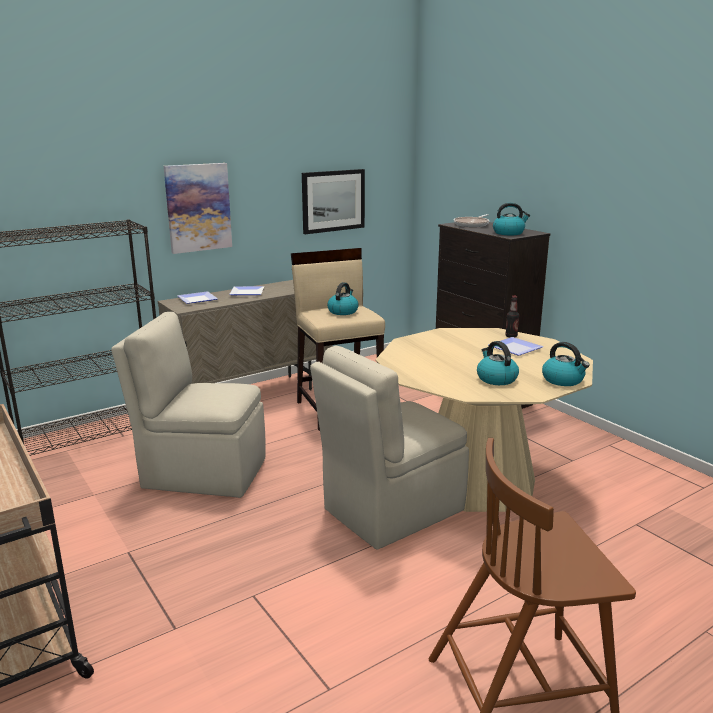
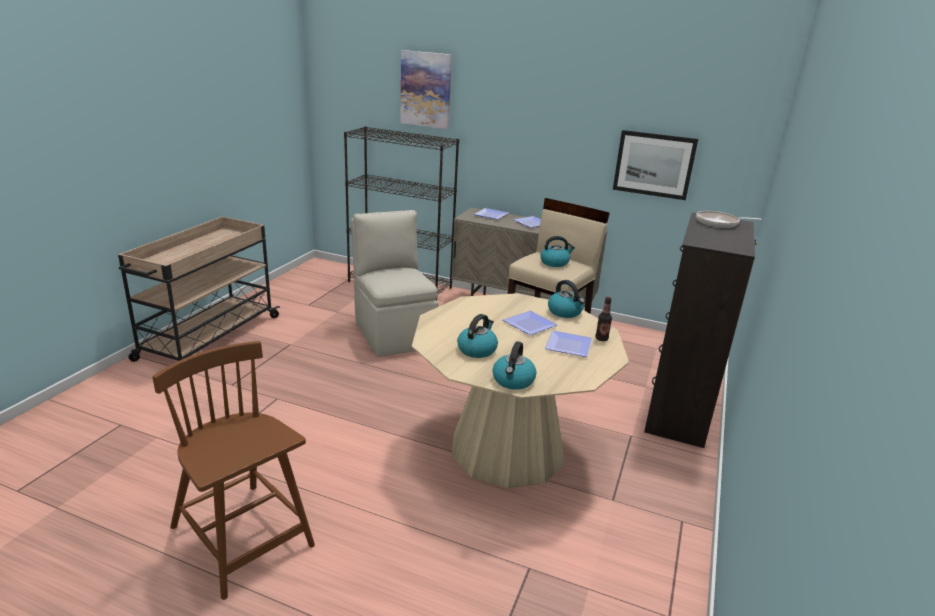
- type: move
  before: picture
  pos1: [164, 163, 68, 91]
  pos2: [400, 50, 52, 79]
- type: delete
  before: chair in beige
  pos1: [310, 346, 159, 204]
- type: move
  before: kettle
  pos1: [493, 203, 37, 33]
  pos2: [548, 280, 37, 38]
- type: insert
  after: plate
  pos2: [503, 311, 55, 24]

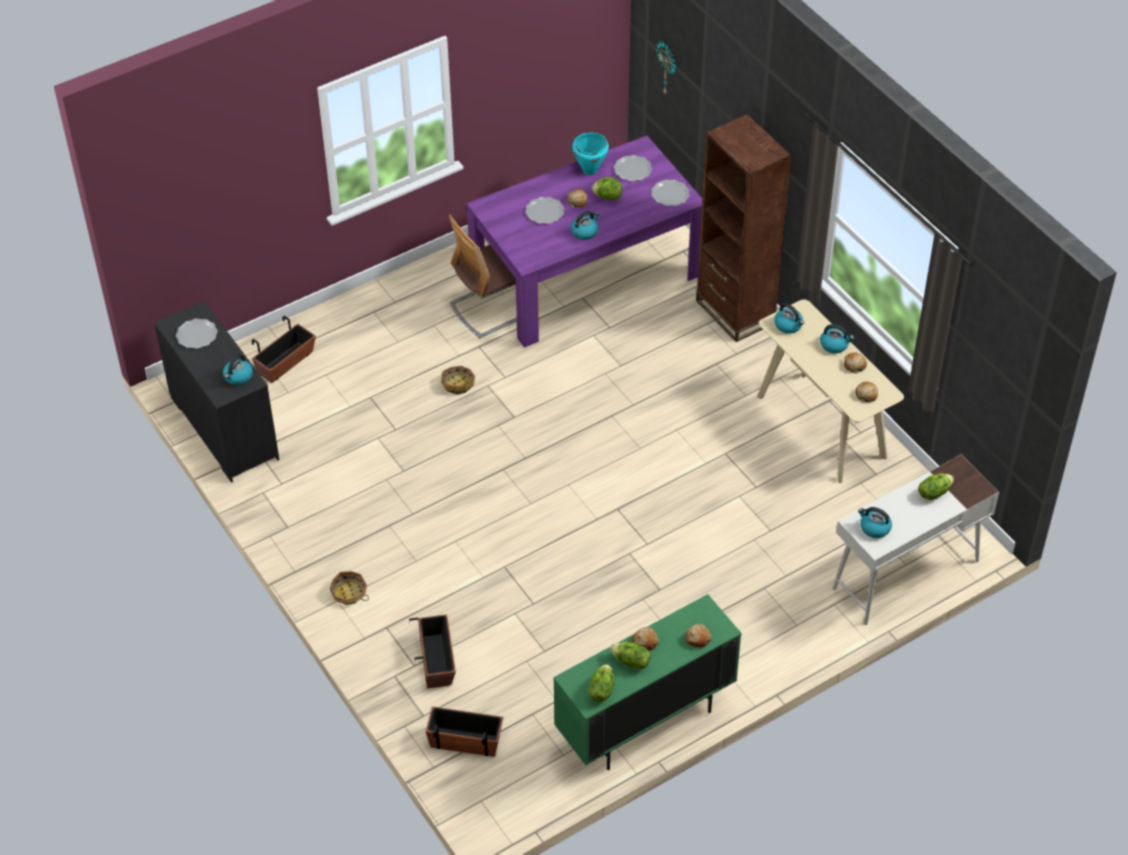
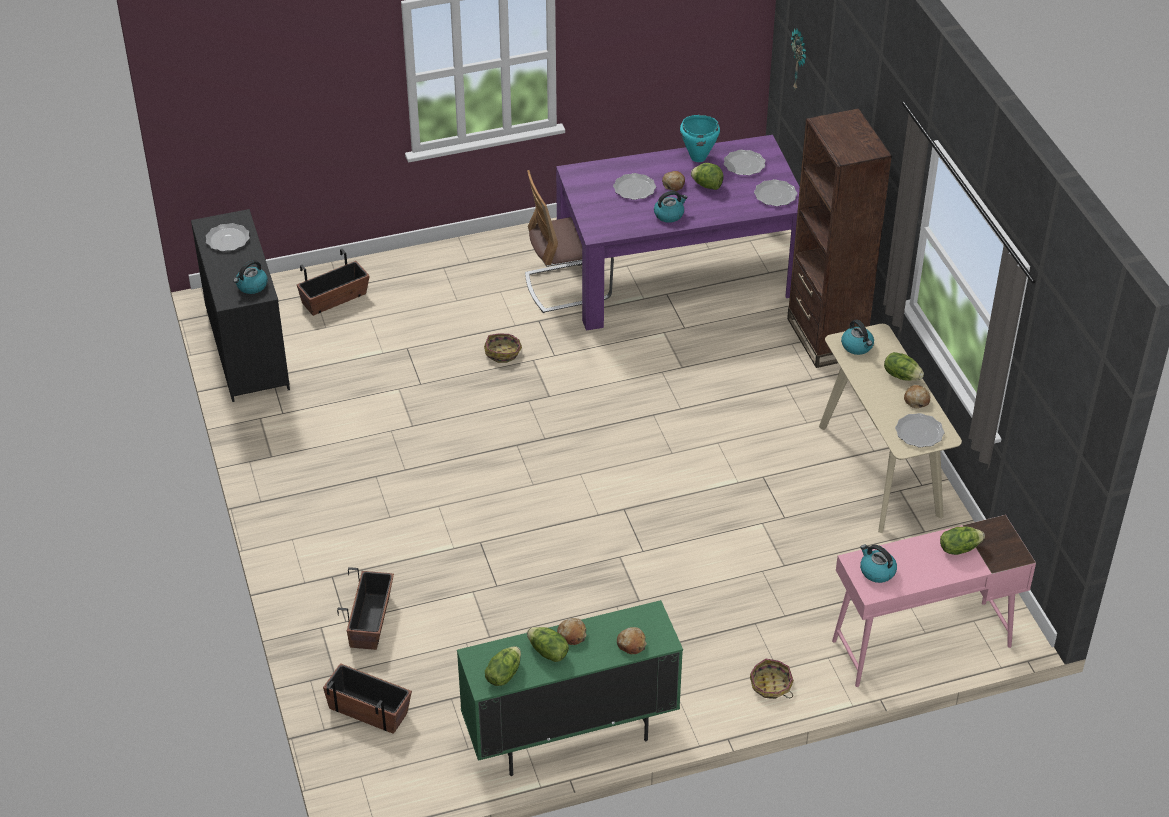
- type: move
  before: basket
  pos1: [330, 571, 39, 34]
  pos2: [750, 659, 44, 40]
- type: replace
  before: kettle
  after: lettuce
  pos1: [820, 324, 34, 29]
  pos2: [884, 352, 40, 29]
- type: recolor
  before: desk in white
  after: desk in pink
  pos1: [832, 455, 167, 170]
  pos2: [832, 515, 204, 172]
- type: replace
  before: bread
  after: plate
  pos1: [855, 381, 23, 21]
  pos2: [895, 413, 49, 35]

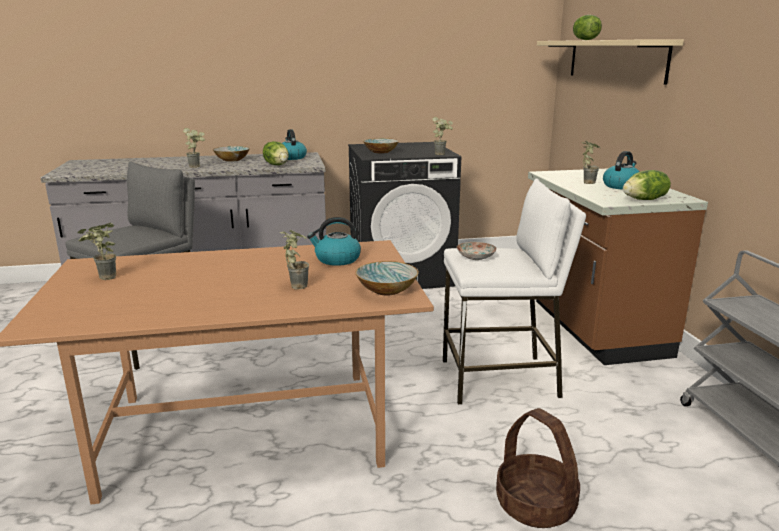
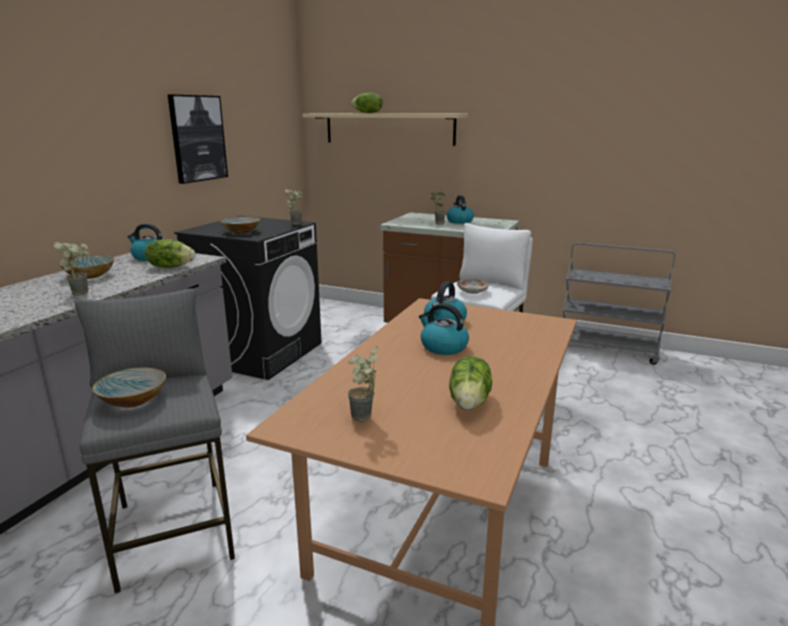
- type: delete
  before: potted plant
  pos1: [280, 230, 29, 59]
- type: move
  before: bowl
  pos1: [355, 261, 64, 35]
  pos2: [92, 367, 74, 41]
- type: delete
  before: basket
  pos1: [496, 408, 84, 120]
- type: move
  before: lettuce
  pos1: [623, 170, 48, 30]
  pos2: [449, 356, 43, 54]
- type: insert
  after: picture
  pos2: [168, 94, 60, 90]
- type: insert
  after: kettle
  pos2: [419, 303, 50, 52]

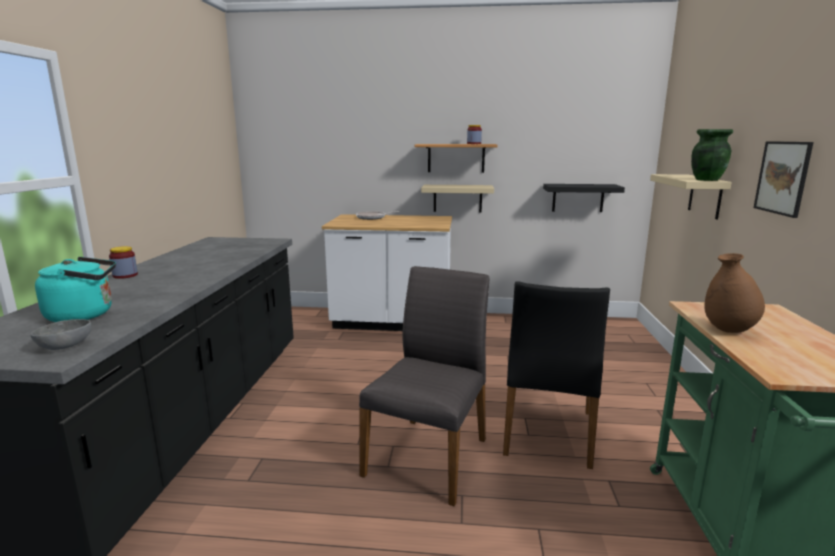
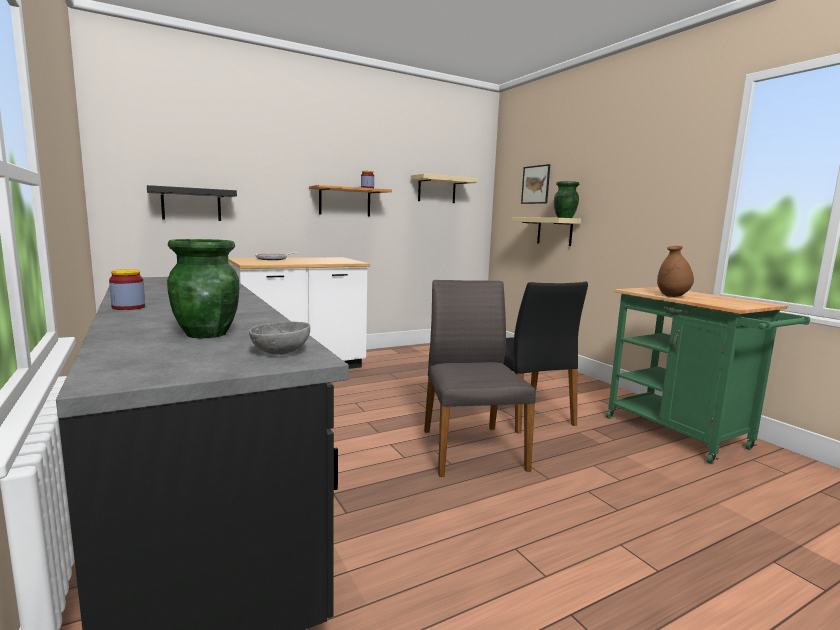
- type: replace
  before: kettle in turquoise
  after: vase in green
  pos1: [35, 257, 81, 65]
  pos2: [167, 239, 72, 99]
- type: move
  before: shelf in beige
  pos1: [421, 185, 73, 28]
  pos2: [411, 174, 66, 29]
- type: move
  before: shelf in black
  pos1: [543, 184, 82, 28]
  pos2: [147, 185, 90, 36]
- type: move
  before: picture
  pos1: [754, 141, 60, 77]
  pos2: [521, 164, 29, 40]

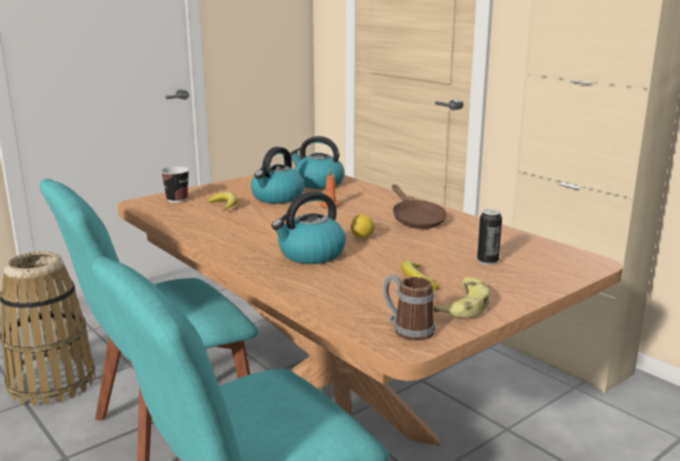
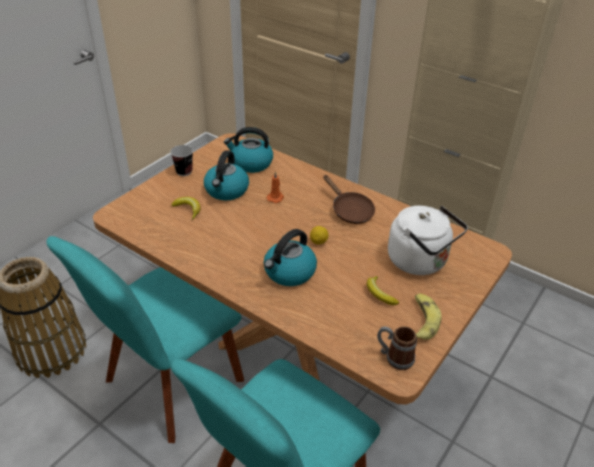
- type: move
  before: cup
  pos1: [161, 167, 28, 36]
  pos2: [170, 145, 23, 31]
- type: replace
  before: can
  after: kettle in white
  pos1: [477, 209, 25, 56]
  pos2: [388, 206, 80, 69]

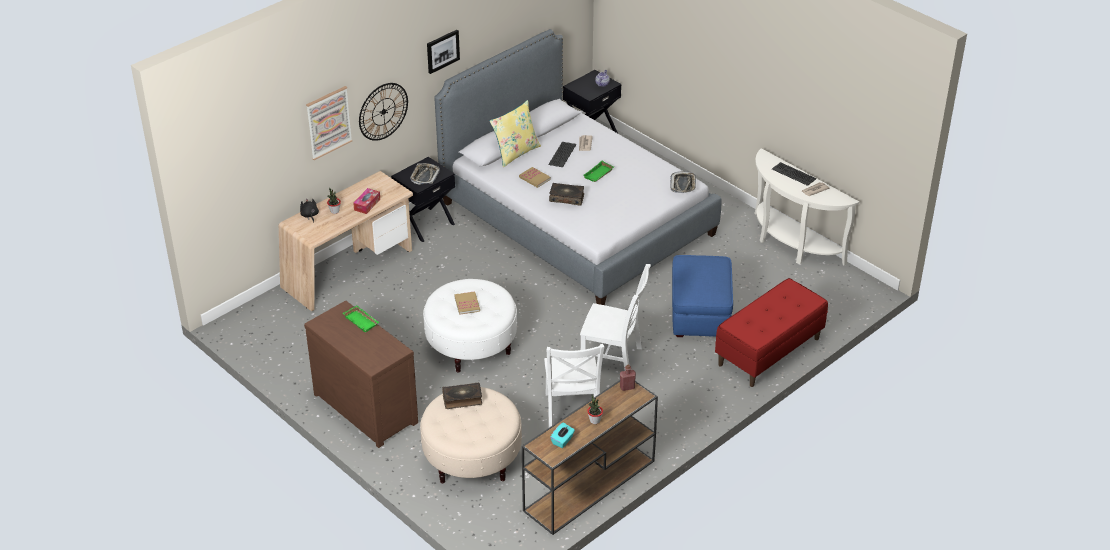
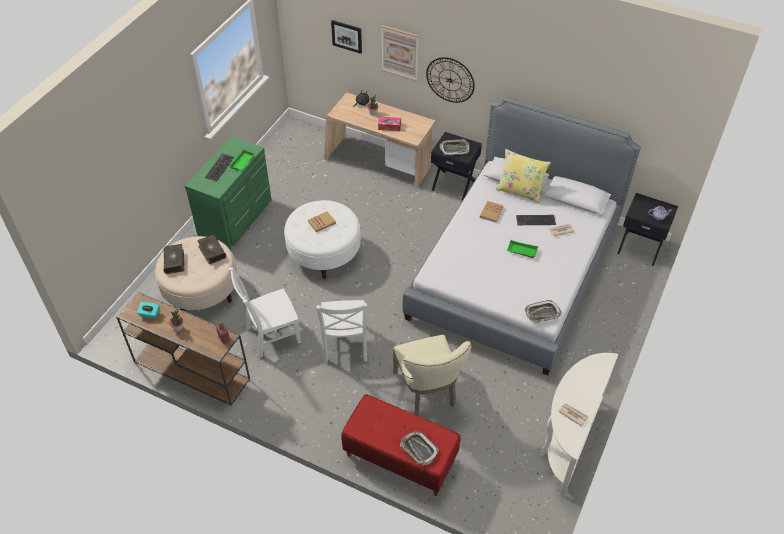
- type: recolor
  before: dresser in brown
  after: dresser in green
  pos1: [304, 300, 114, 148]
  pos2: [185, 136, 87, 114]
- type: move
  before: picture
  pos1: [427, 30, 33, 44]
  pos2: [331, 20, 31, 34]
- type: move
  before: book
  pos1: [549, 183, 35, 23]
  pos2: [164, 244, 20, 30]
- type: replace
  before: ottoman in blue
  after: chair in beige
  pos1: [672, 255, 61, 82]
  pos2: [393, 335, 78, 81]
- type: move
  before: keyboard
  pos1: [772, 162, 44, 24]
  pos2: [205, 153, 29, 28]
- type: insert
  after: tray
  pos2: [400, 431, 39, 34]

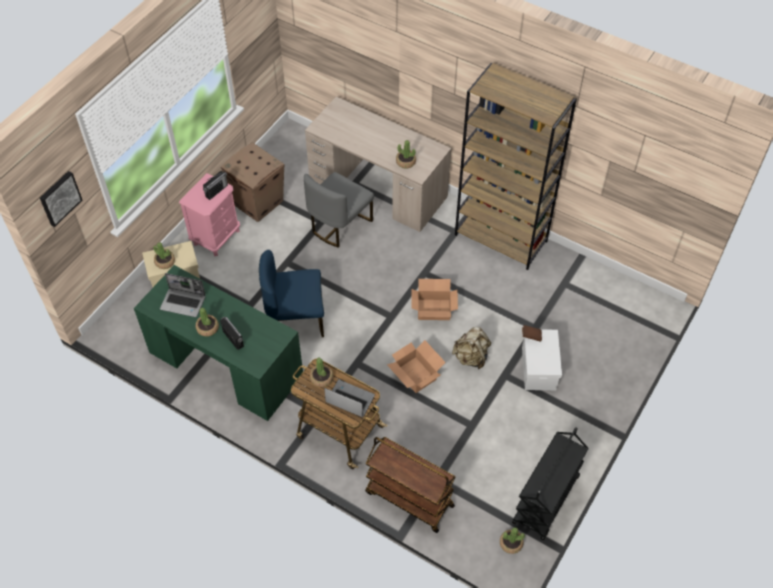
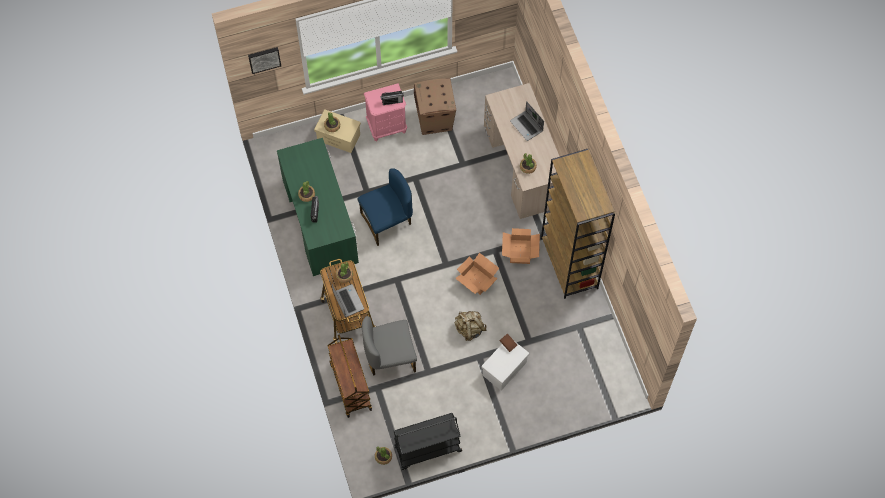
- type: move
  before: laptop
  pos1: [160, 273, 46, 44]
  pos2: [510, 101, 34, 40]
- type: rotate
  before: chair in blue
  pos1: [259, 250, 65, 87]
  pos2: [358, 168, 55, 78]
  turn: 120
- type: move
  before: chair in grey
  pos1: [304, 172, 70, 76]
  pos2: [362, 316, 55, 60]
- type: move
  before: cardboard box
  pos1: [387, 340, 59, 53]
  pos2: [502, 228, 38, 36]

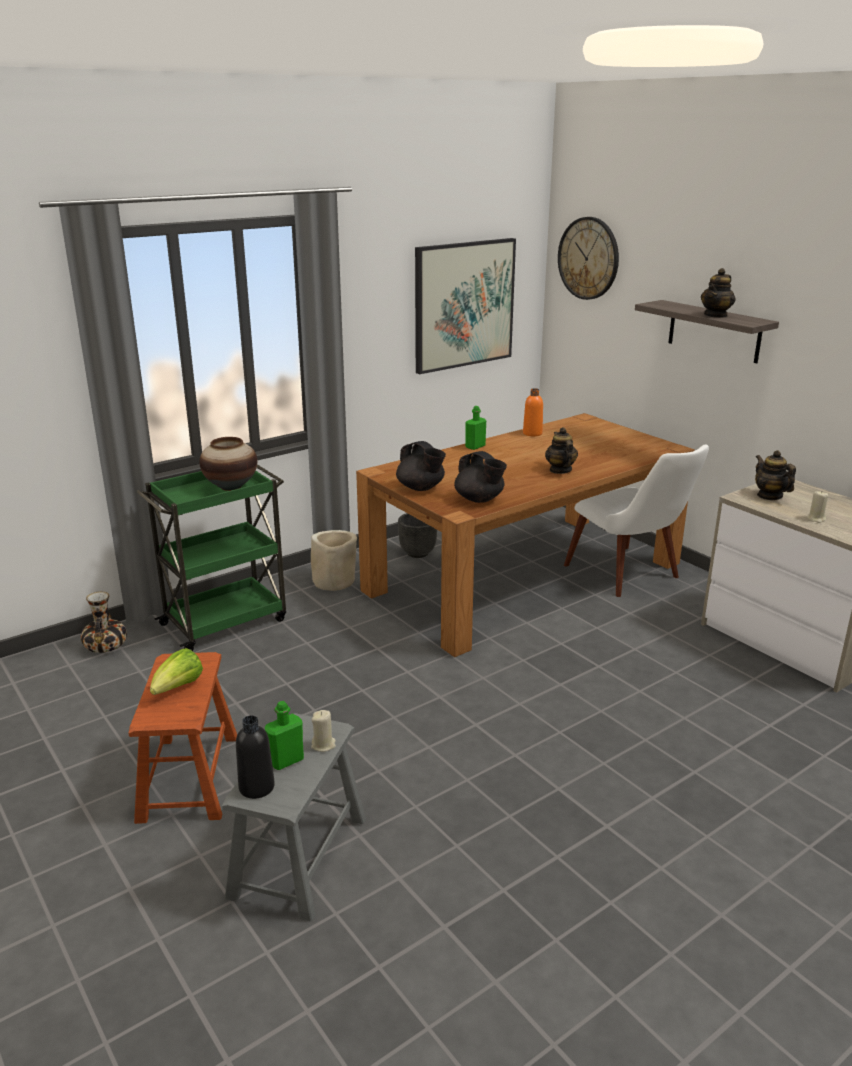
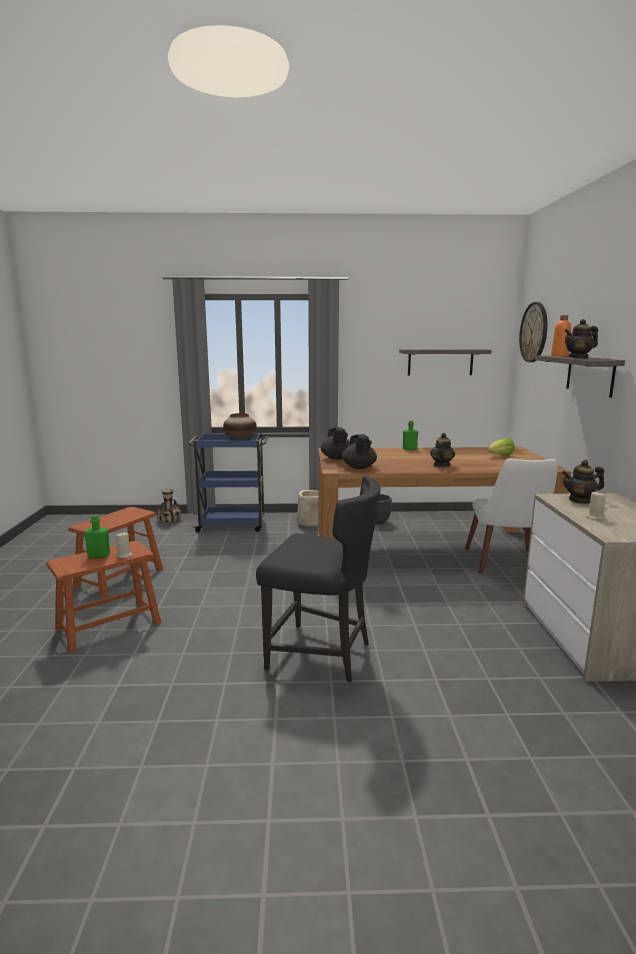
- type: recolor
  before: cart in green
  after: cart in blue
  pos1: [137, 465, 149, 186]
  pos2: [188, 433, 80, 99]
- type: move
  before: lettuce
  pos1: [150, 648, 53, 47]
  pos2: [488, 438, 27, 18]
- type: recolor
  before: stool in grey
  after: stool in brown
  pos1: [222, 713, 144, 209]
  pos2: [47, 541, 114, 112]
- type: delete
  before: bottle in black
  pos1: [236, 715, 39, 84]
- type: replace
  before: picture
  after: shelf
  pos1: [415, 238, 101, 136]
  pos2: [399, 349, 93, 26]
- type: move
  before: bottle in orange
  pos1: [523, 388, 20, 48]
  pos2: [551, 315, 20, 41]
- type: rotate
  before: teapot
  pos1: [755, 450, 41, 50]
  pos2: [562, 460, 42, 44]
  turn: -105
- type: insert
  after: chair in black
  pos2: [256, 476, 125, 206]

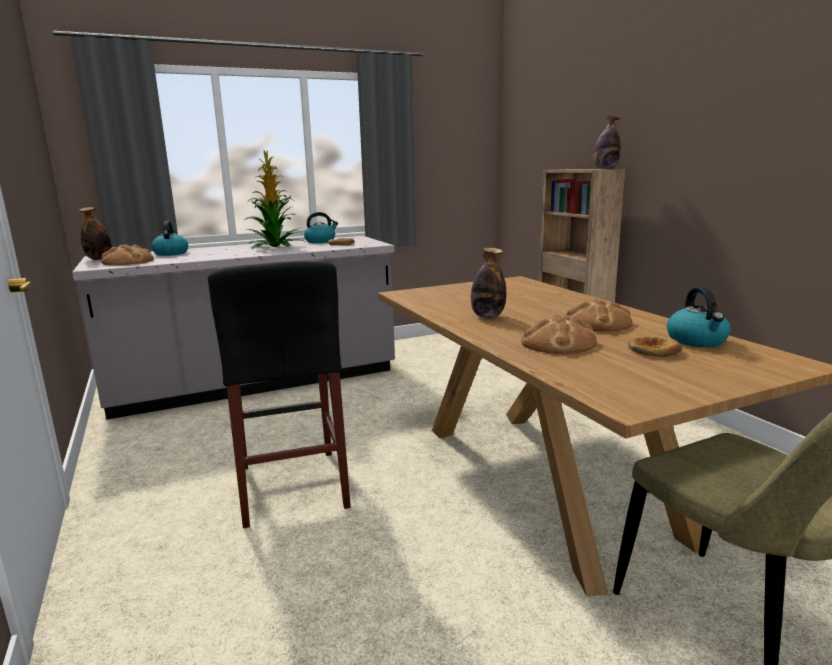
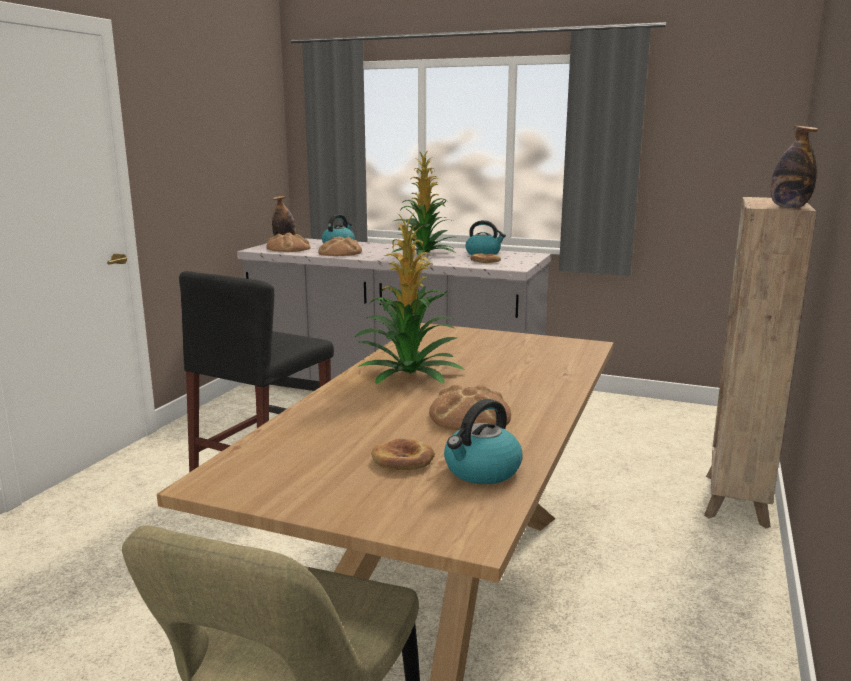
- type: replace
  before: bottle
  after: potted plant
  pos1: [471, 248, 35, 70]
  pos2: [355, 213, 110, 171]
- type: move
  before: bread
  pos1: [521, 315, 76, 40]
  pos2: [318, 236, 44, 20]

